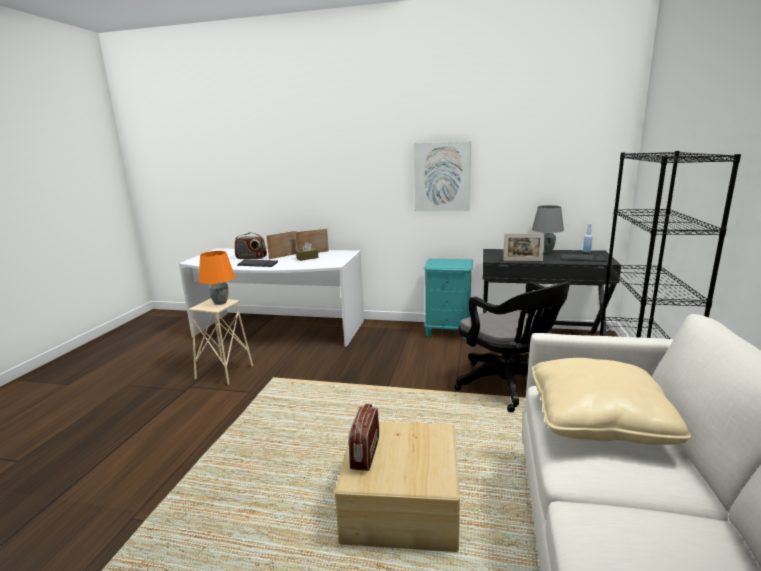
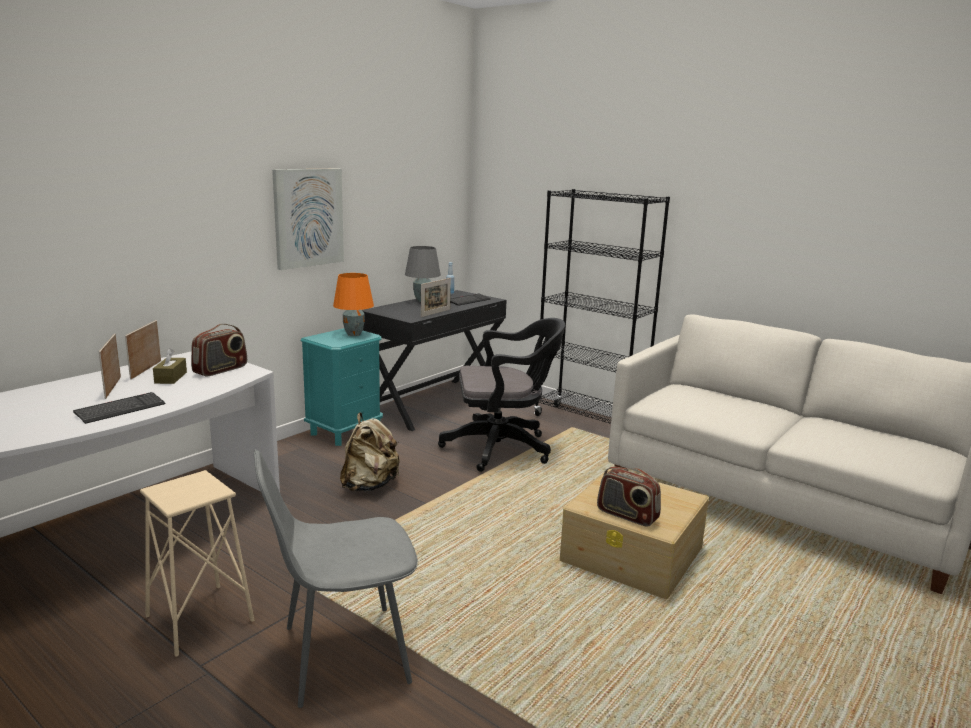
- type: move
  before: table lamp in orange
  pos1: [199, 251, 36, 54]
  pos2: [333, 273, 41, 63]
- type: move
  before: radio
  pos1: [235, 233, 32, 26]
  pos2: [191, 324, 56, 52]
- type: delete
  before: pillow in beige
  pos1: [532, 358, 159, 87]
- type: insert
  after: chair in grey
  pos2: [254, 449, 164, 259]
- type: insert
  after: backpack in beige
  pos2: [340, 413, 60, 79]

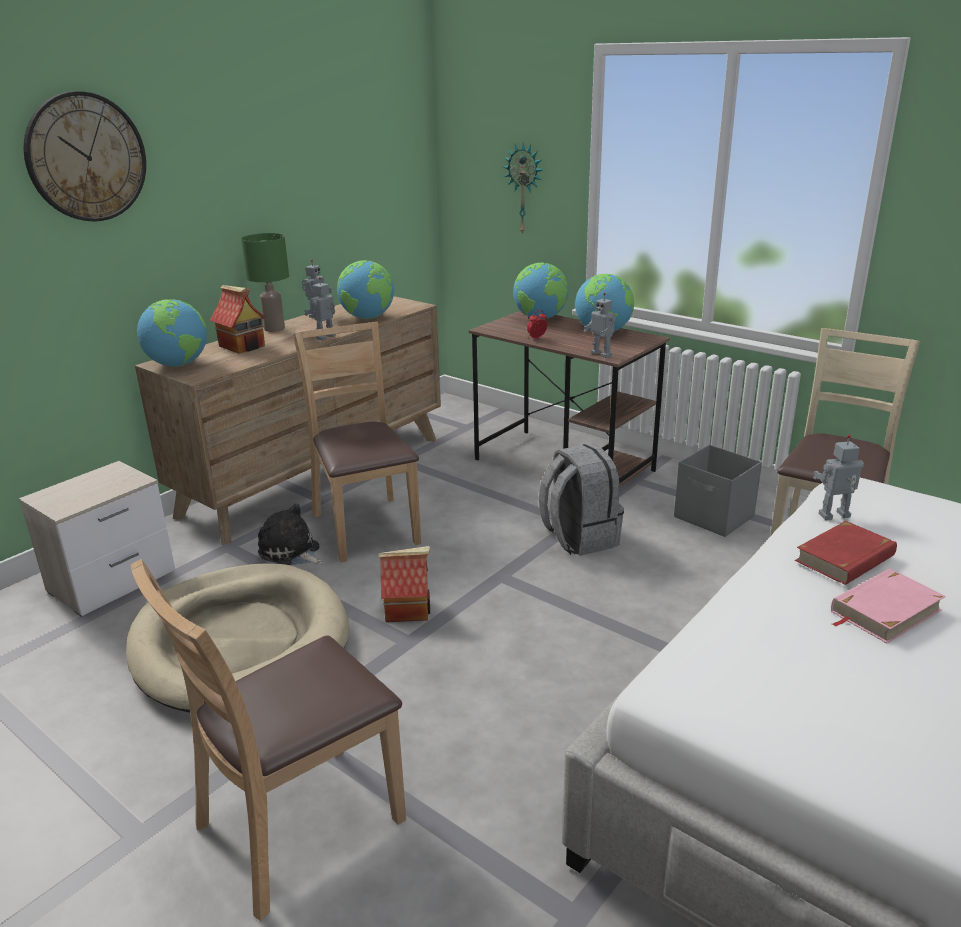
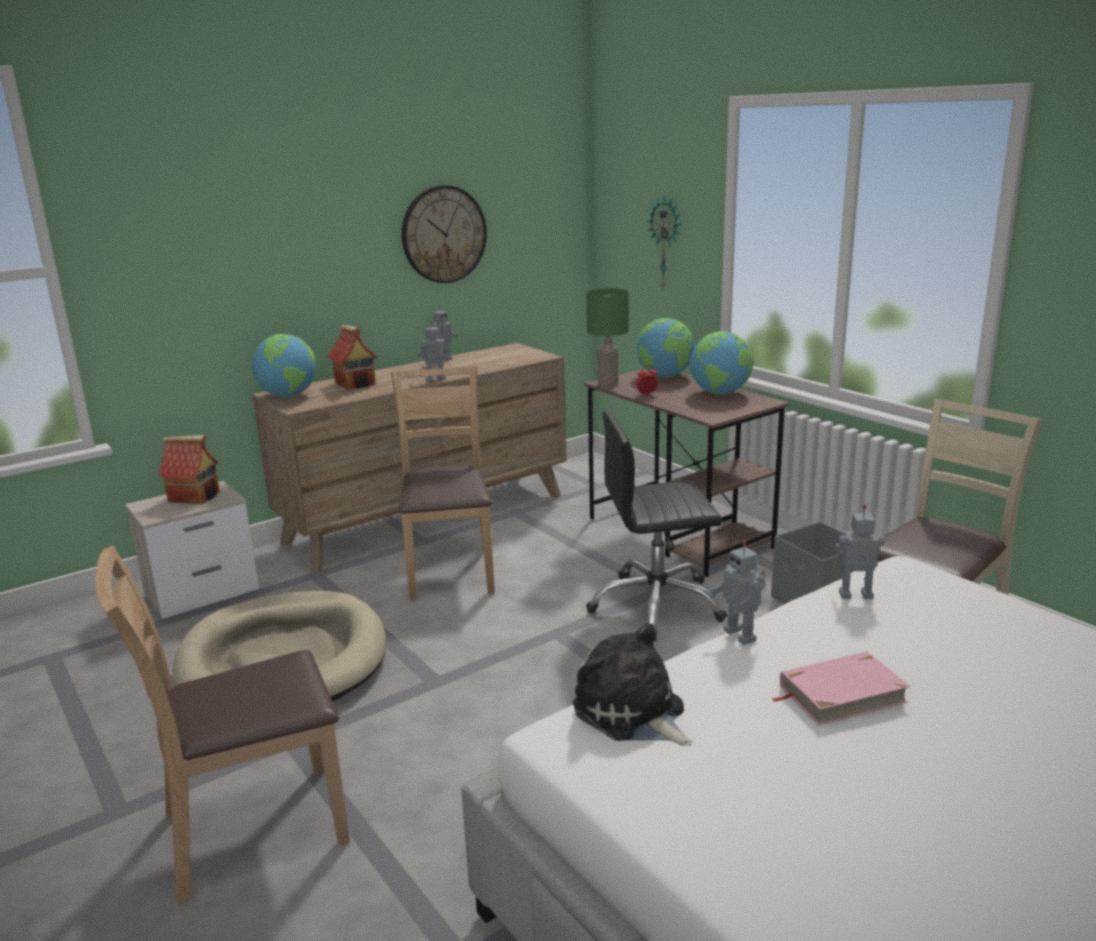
- type: move
  before: wall clock
  pos1: [24, 91, 122, 131]
  pos2: [402, 185, 85, 98]
- type: move
  before: table lamp in green
  pos1: [241, 233, 48, 99]
  pos2: [586, 288, 43, 98]
- type: move
  before: plush toy
  pos1: [258, 503, 65, 62]
  pos2: [573, 623, 119, 123]
- type: delete
  before: globe
  pos1: [337, 260, 57, 59]
- type: move
  before: toy house
  pos1: [378, 546, 52, 76]
  pos2: [158, 435, 62, 69]
- type: replace
  before: backpack in grey
  after: office chair in black
  pos1: [539, 443, 85, 113]
  pos2: [586, 411, 141, 230]
- type: move
  before: toy robot
  pos1: [584, 293, 32, 65]
  pos2: [709, 540, 57, 105]
- type: delete
  before: book in red
  pos1: [795, 521, 102, 64]

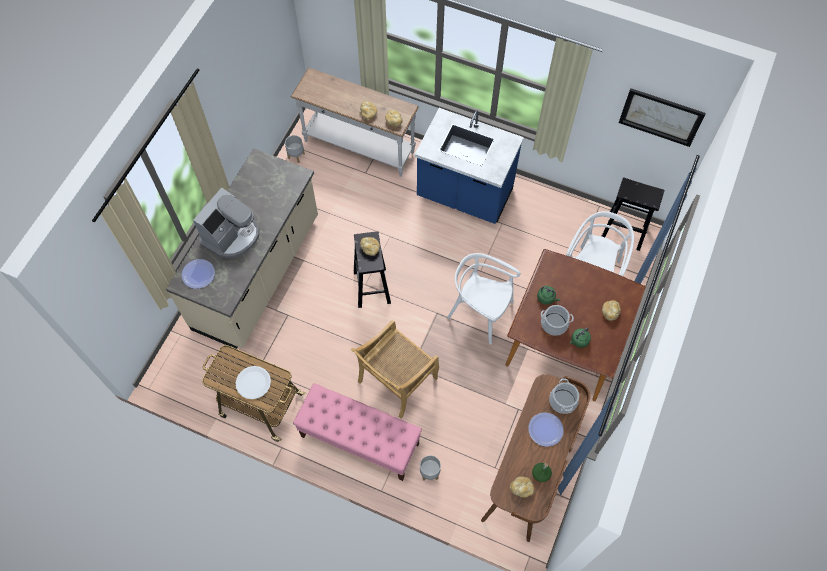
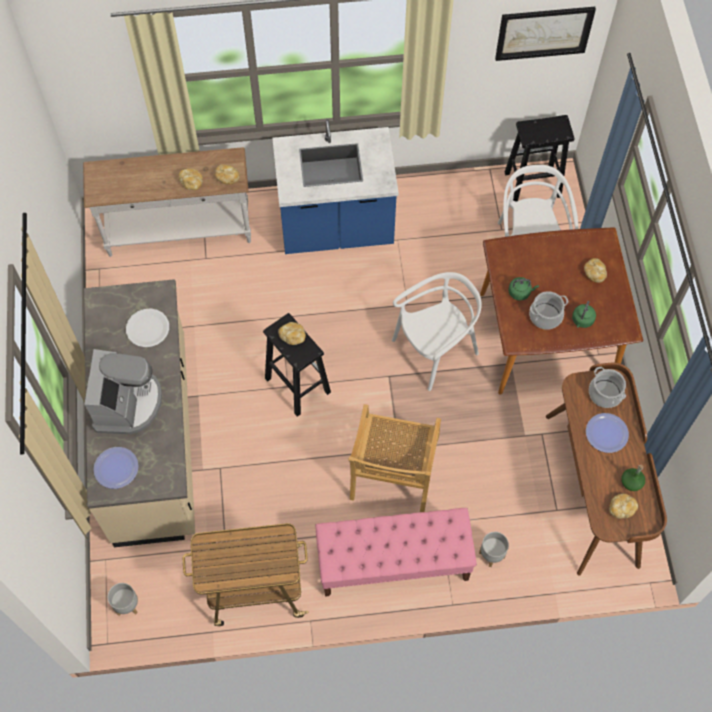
- type: move
  before: plate in white
  pos1: [236, 366, 35, 33]
  pos2: [126, 308, 43, 39]
- type: move
  before: planter in grey
  pos1: [285, 135, 20, 28]
  pos2: [108, 583, 30, 33]
- type: rotate
  before: chair in white
  pos1: [447, 253, 74, 91]
  pos2: [392, 272, 90, 119]
  turn: 150

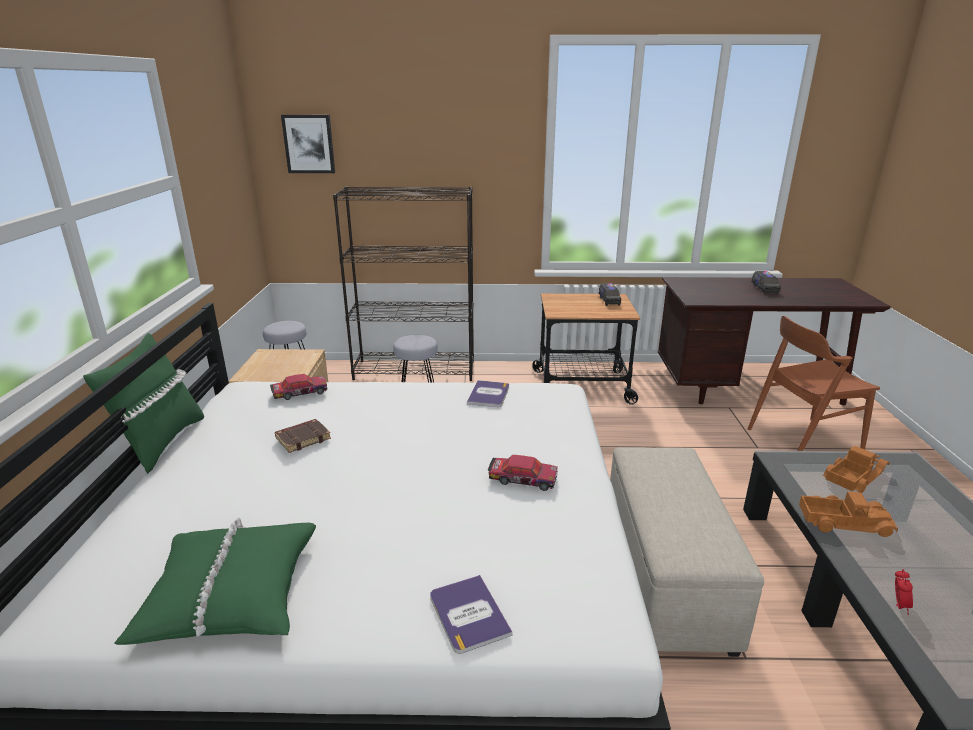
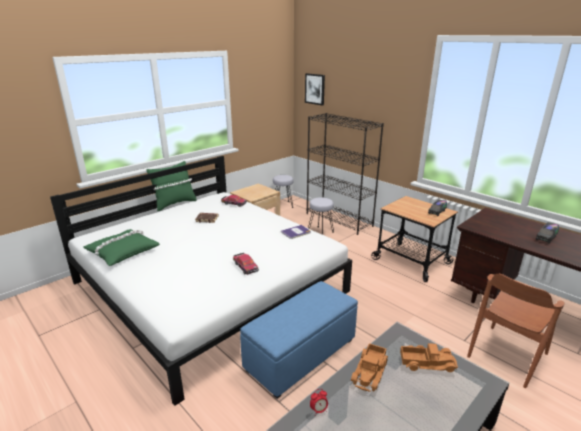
- type: delete
  before: book
  pos1: [430, 575, 82, 79]
- type: recolor
  before: ottoman in beige
  after: ottoman in blue
  pos1: [610, 447, 154, 210]
  pos2: [240, 281, 118, 118]
- type: rotate
  before: chair in brown
  pos1: [748, 316, 132, 135]
  pos2: [467, 274, 98, 114]
  turn: -75
- type: rotate
  before: toy truck
  pos1: [799, 491, 99, 46]
  pos2: [351, 343, 37, 49]
  turn: 60

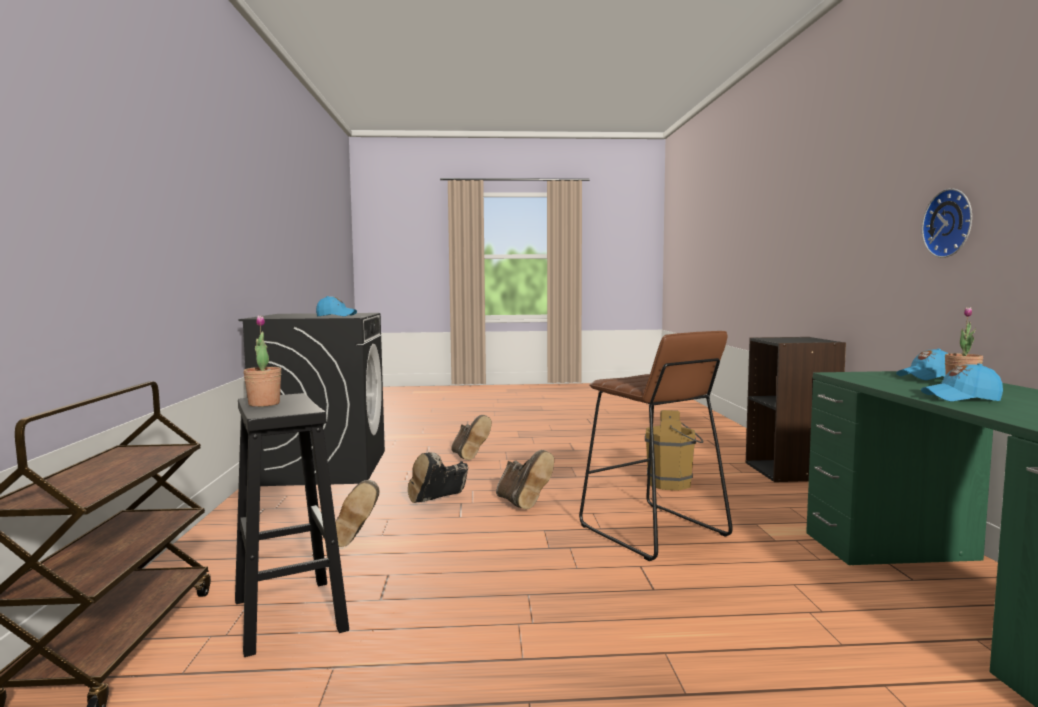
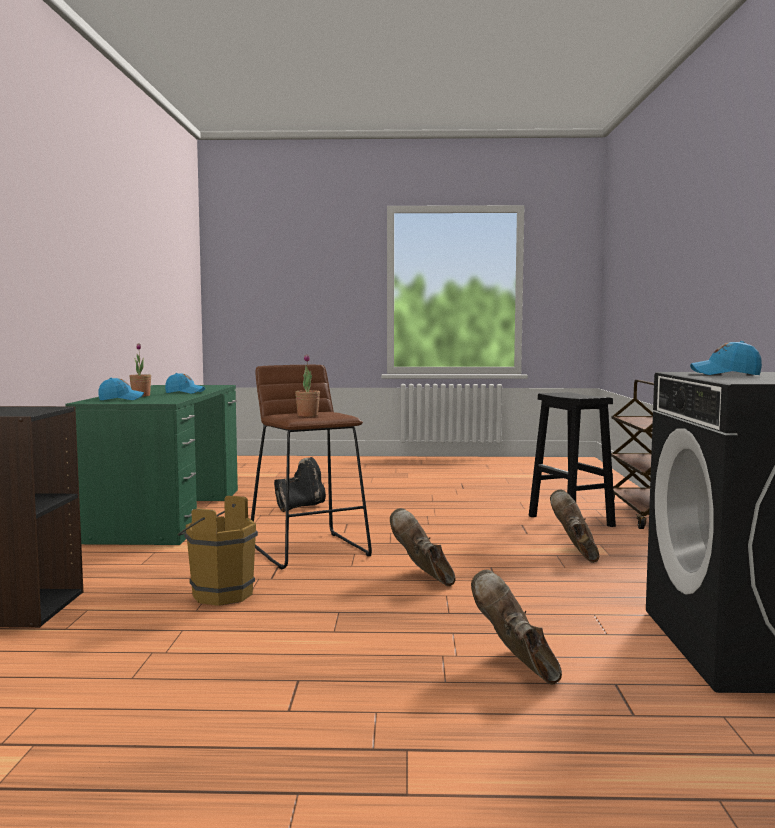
- type: move
  before: potted plant
  pos1: [243, 316, 39, 91]
  pos2: [295, 354, 25, 63]
- type: move
  before: boot in black
  pos1: [408, 452, 60, 51]
  pos2: [274, 457, 52, 55]
- type: delete
  before: wall clock
  pos1: [922, 188, 50, 70]

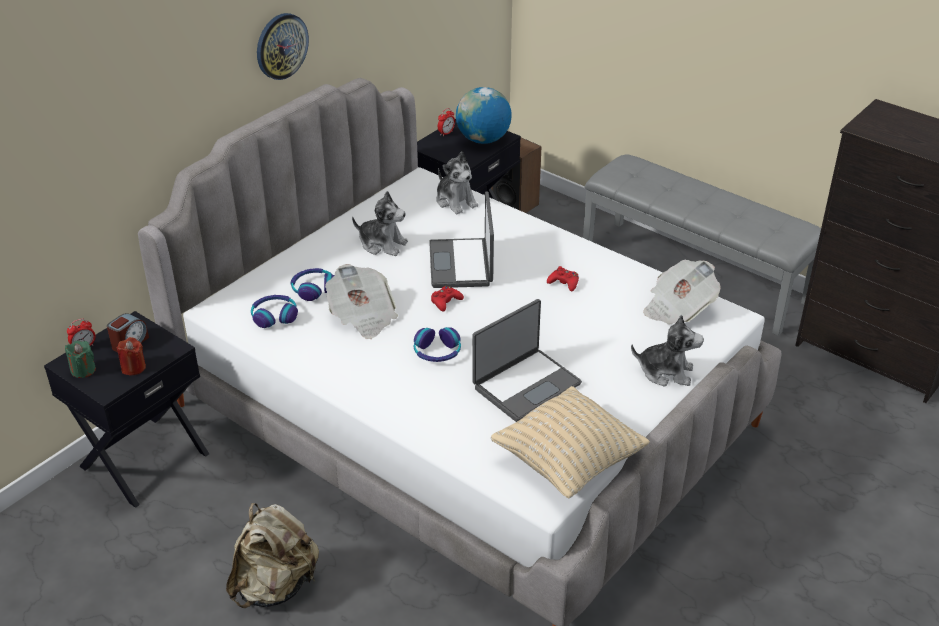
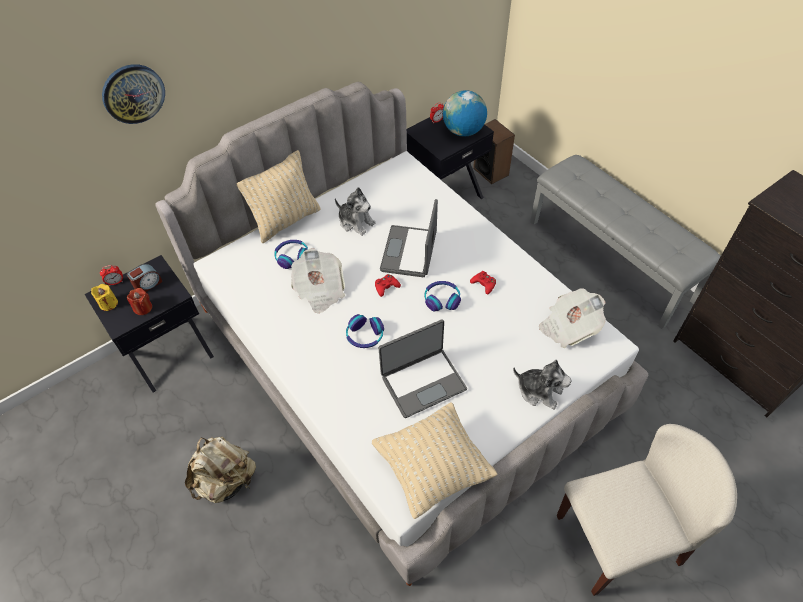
- type: recolor
  before: candle in green
  after: candle in yellow
  pos1: [65, 341, 31, 37]
  pos2: [91, 284, 27, 27]
- type: move
  before: headphones
  pos1: [251, 295, 47, 33]
  pos2: [424, 281, 37, 31]
- type: move
  before: wall clock
  pos1: [257, 13, 52, 67]
  pos2: [102, 64, 63, 60]
- type: delete
  before: plush toy
  pos1: [437, 151, 41, 63]
- type: insert
  after: pillow in beige
  pos2: [236, 150, 85, 93]
- type: insert
  after: chair in beige
  pos2: [557, 424, 180, 172]

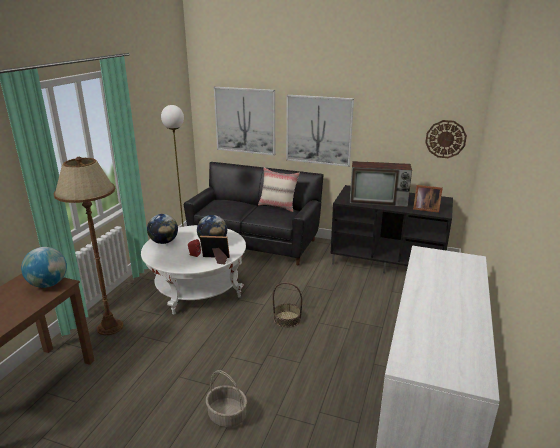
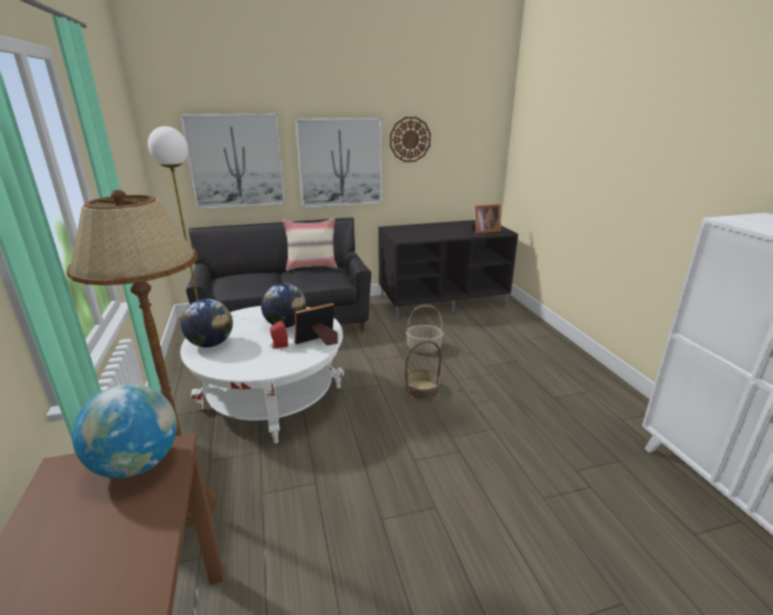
- type: move
  before: basket
  pos1: [206, 370, 41, 58]
  pos2: [406, 305, 37, 48]
- type: delete
  before: television
  pos1: [350, 161, 62, 46]
- type: move
  before: wall clock
  pos1: [425, 120, 42, 38]
  pos2: [390, 117, 41, 45]

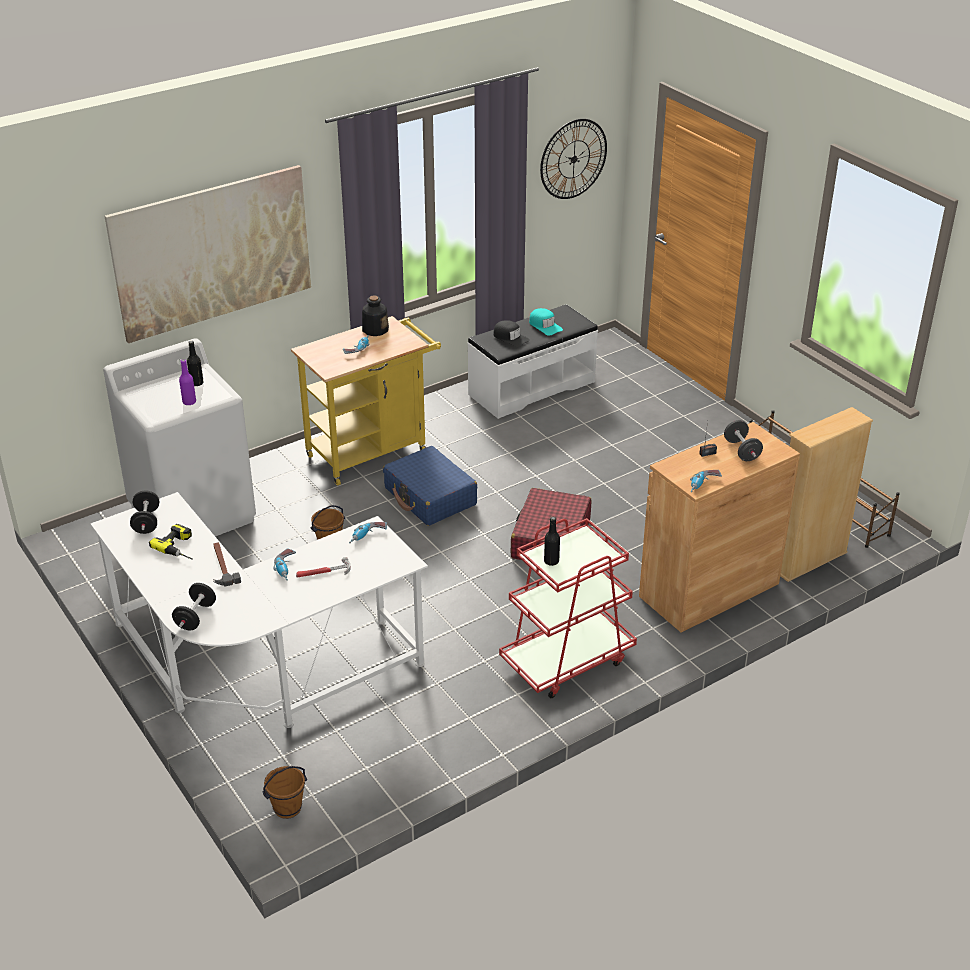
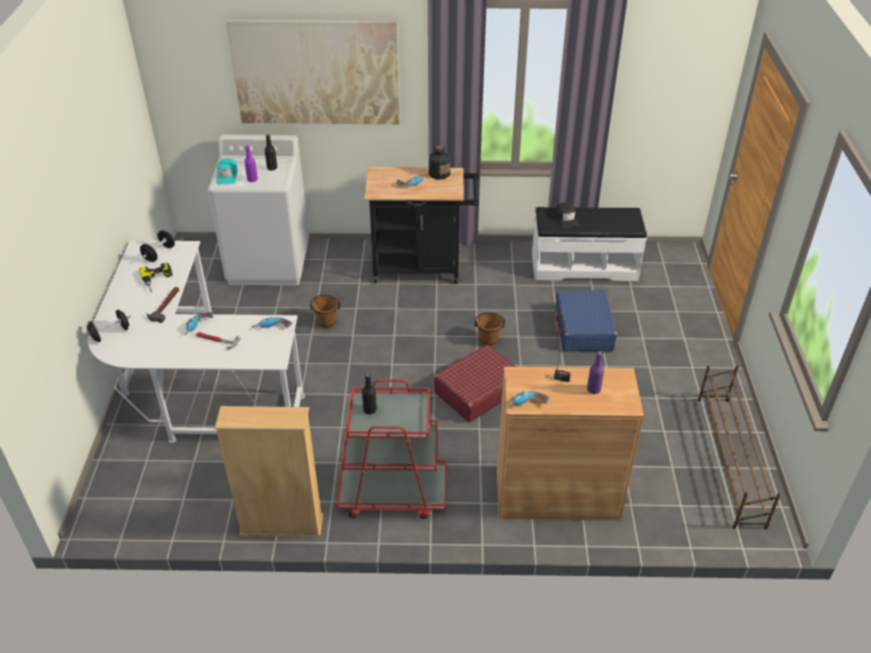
- type: move
  before: bucket in brown
  pos1: [262, 766, 45, 53]
  pos2: [474, 312, 31, 35]
- type: recolor
  before: cart in yellow
  after: cart in black
  pos1: [291, 316, 150, 170]
  pos2: [364, 167, 115, 117]
- type: move
  before: suitcase in blue
  pos1: [383, 446, 94, 80]
  pos2: [555, 290, 62, 62]
- type: move
  before: cap in turquoise
  pos1: [529, 308, 34, 28]
  pos2: [216, 158, 22, 27]
- type: delete
  before: wall clock
  pos1: [540, 119, 67, 80]
- type: replace
  before: dumbbell in black
  after: bottle in purple
  pos1: [724, 420, 39, 41]
  pos2: [587, 351, 17, 43]
- type: move
  before: bookcase in beige
  pos1: [780, 407, 93, 175]
  pos2: [215, 406, 108, 131]

